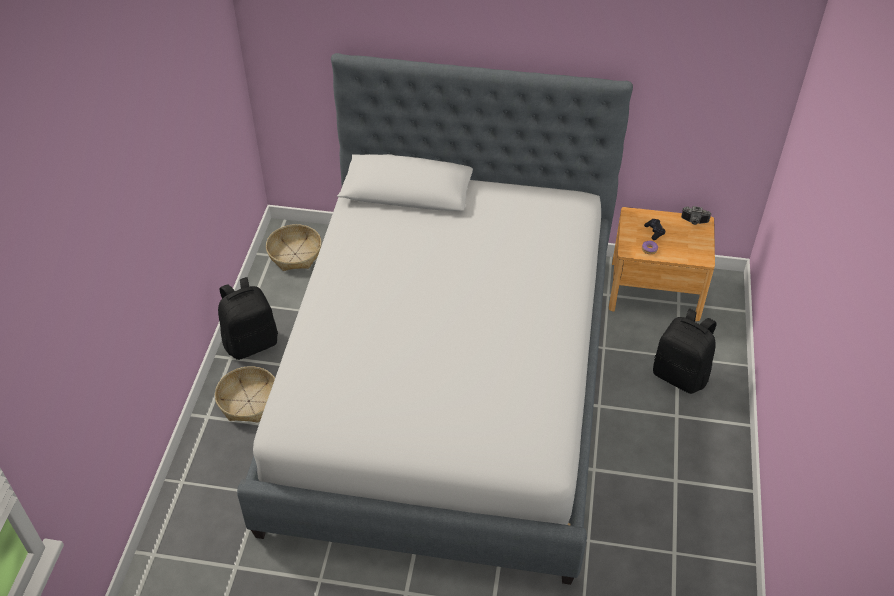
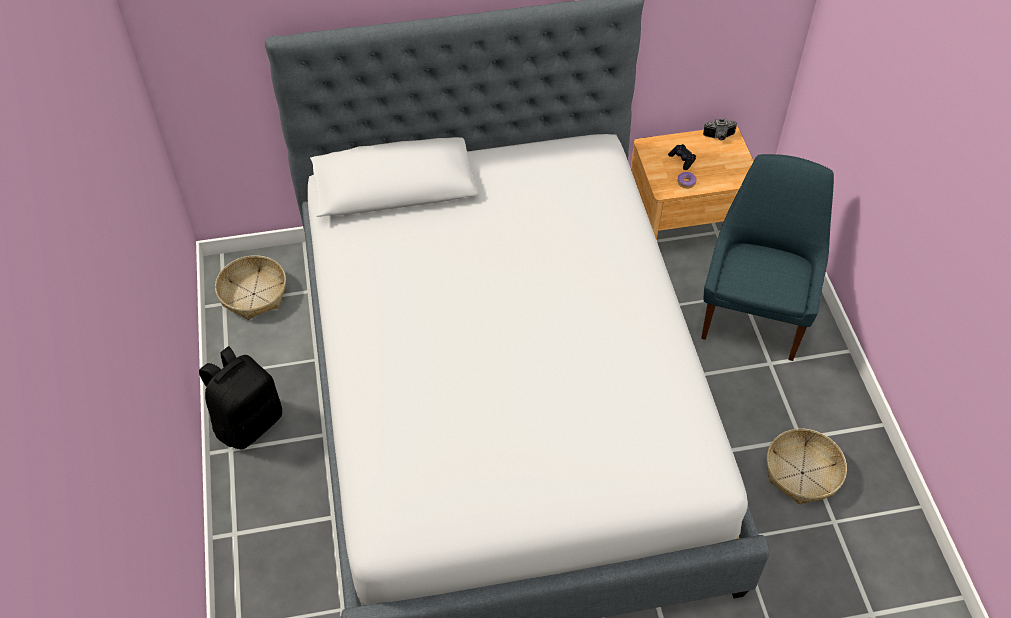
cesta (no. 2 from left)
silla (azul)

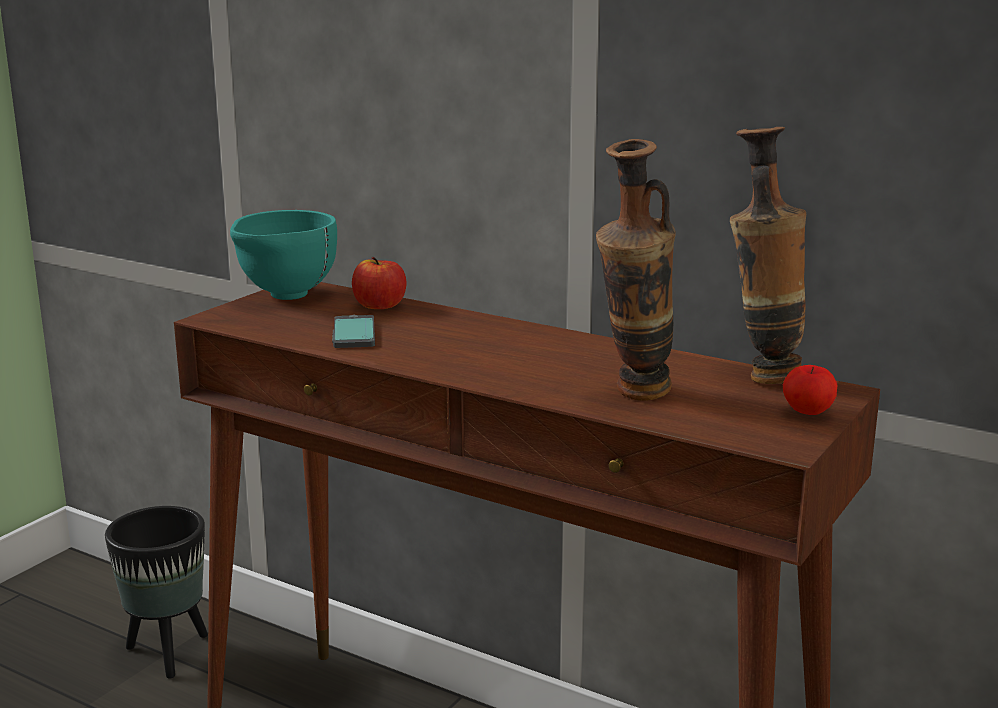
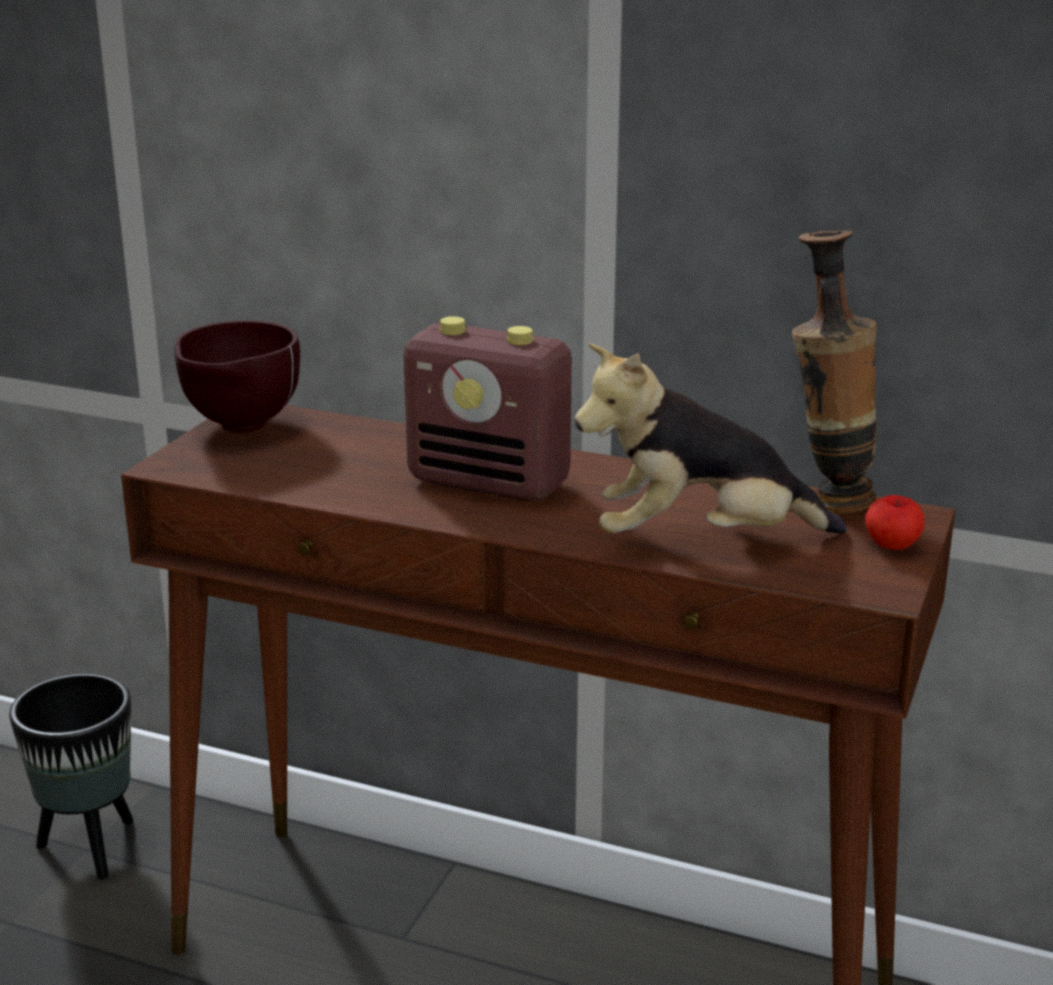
cuenco (marrón)
móvil
manzana (no. 1 from left in the first image)
peluche
radio

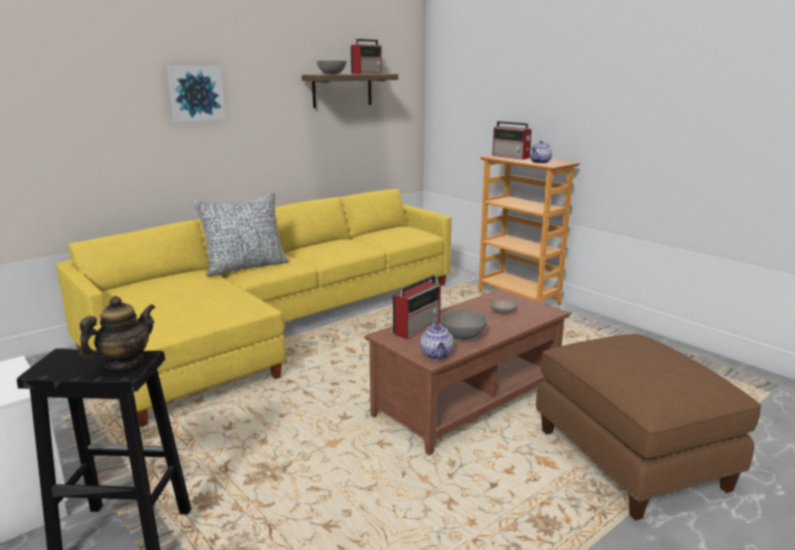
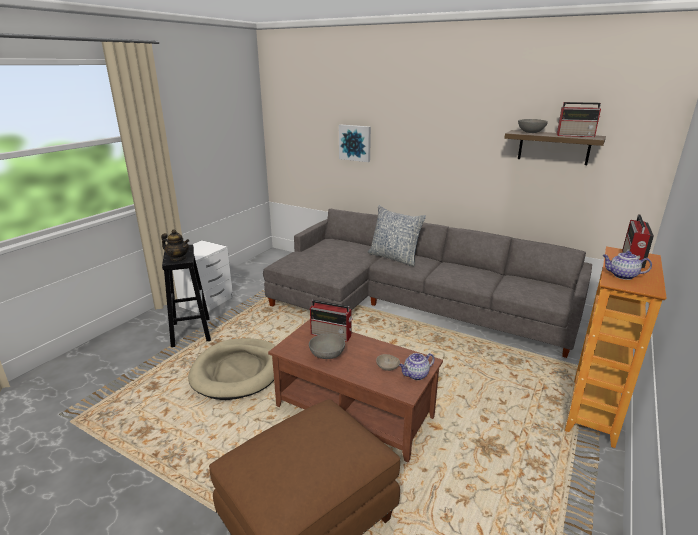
sofá (gris)
cuadro
tetera (no. 2 from left)
cama para perro (beis)

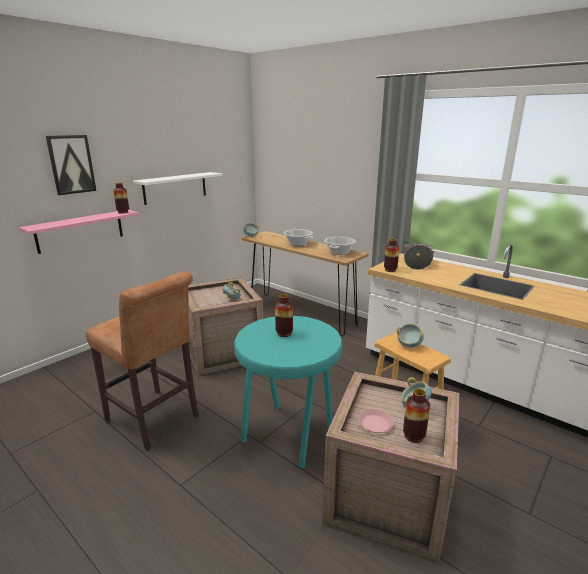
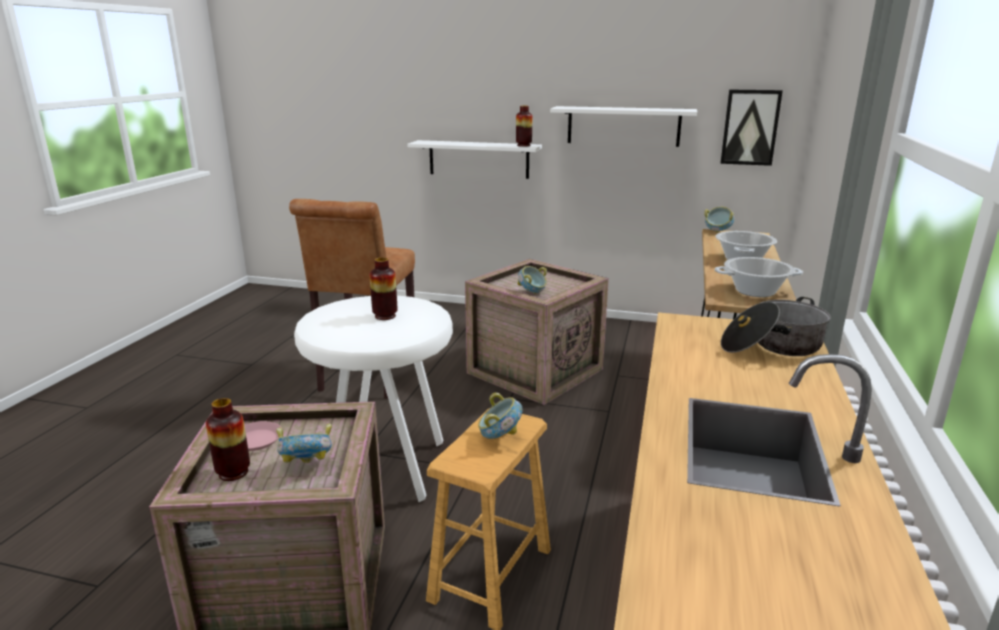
estante (blanco) (no. 1 from left)
cuadro
taburete (blanco)
florero (no. 3 from left in the first image)

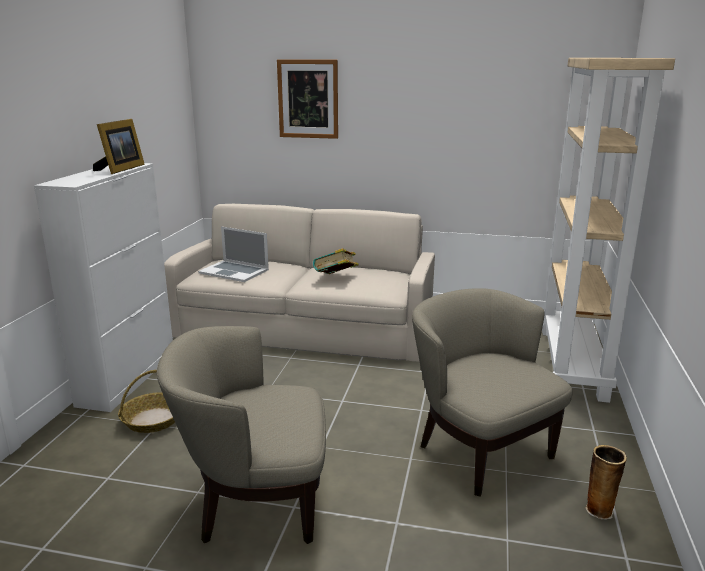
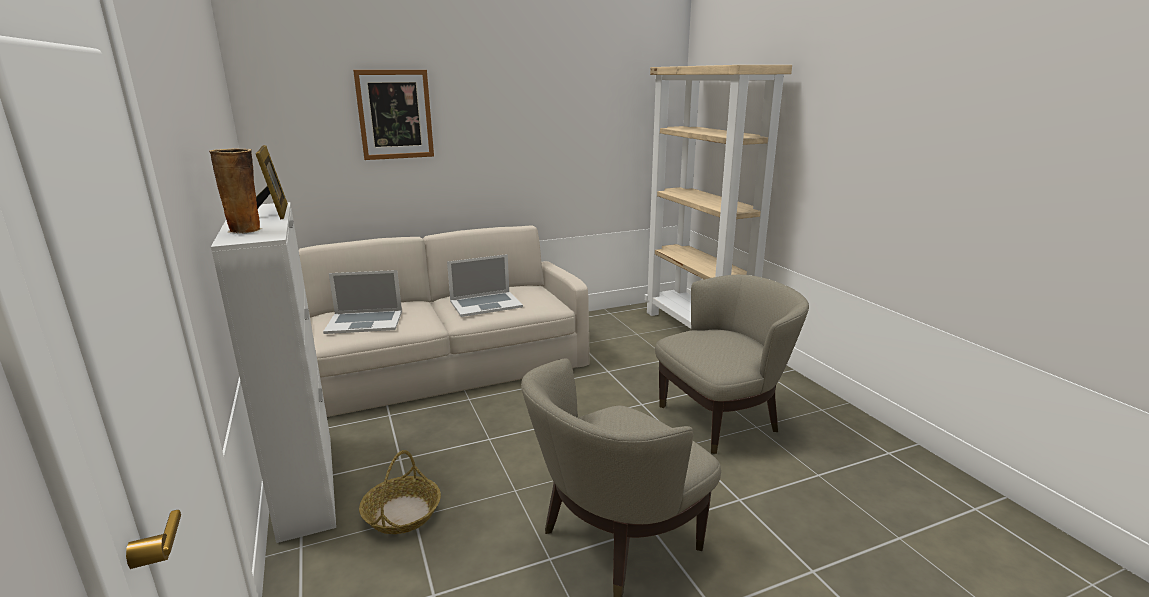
portátil (no. 2 from left)
sillón (beis) (no. 2 from left)
florero

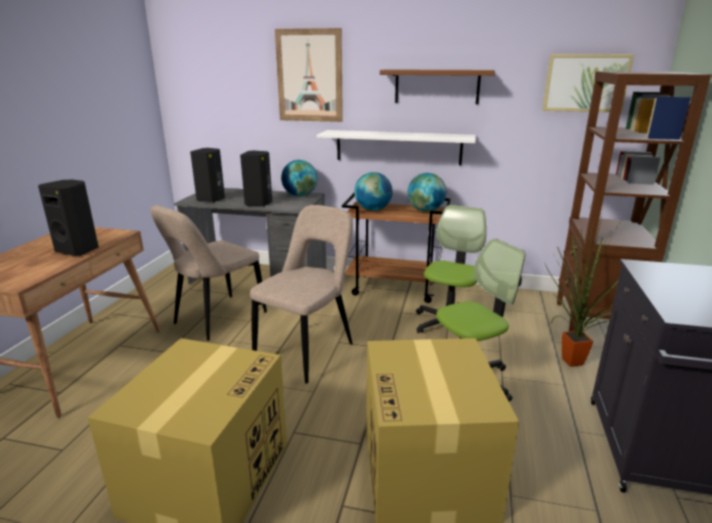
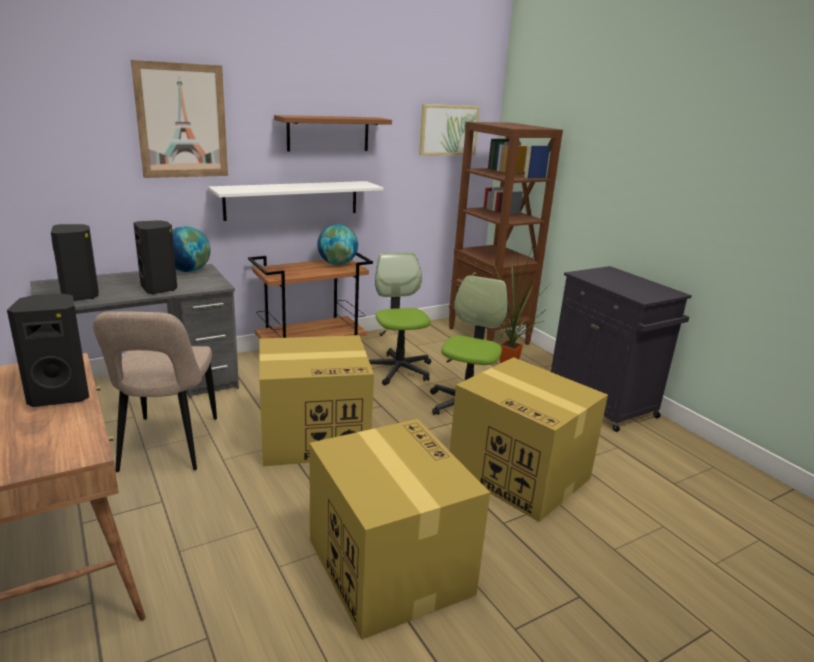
caja de cartón (no. 1 from left)
globo terráqueo (no. 2 from left in the first image)

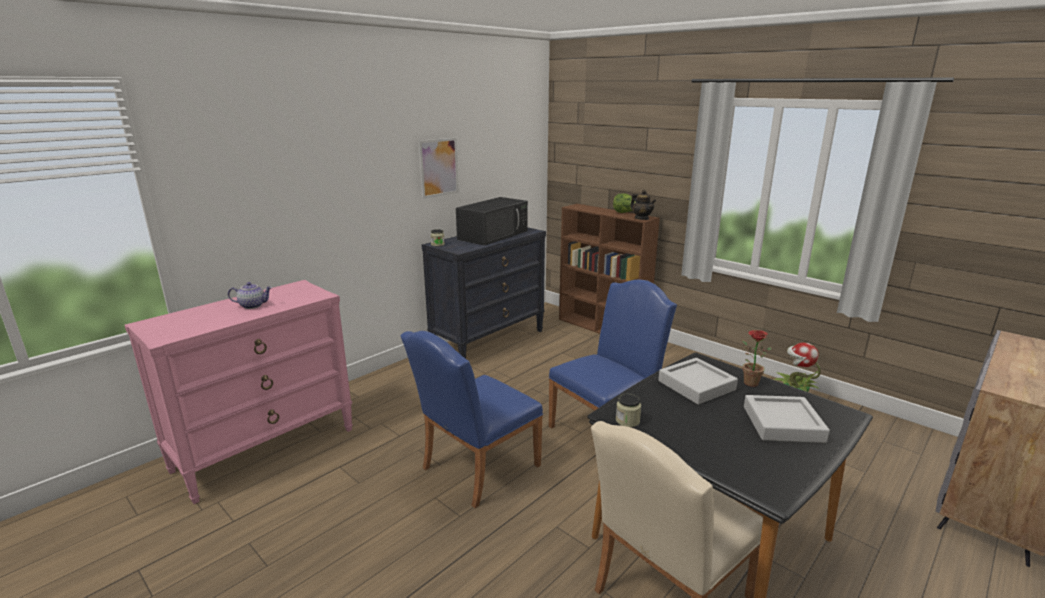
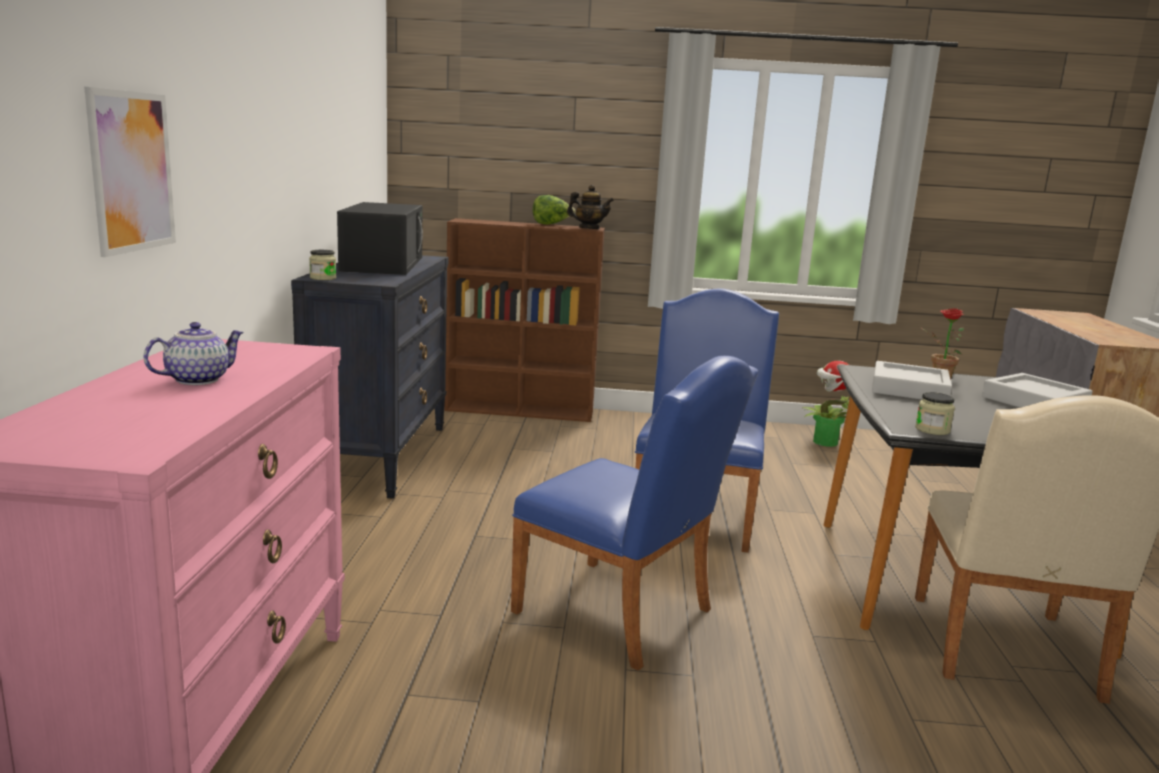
silla (azul) (no. 1 from left)
cuadro

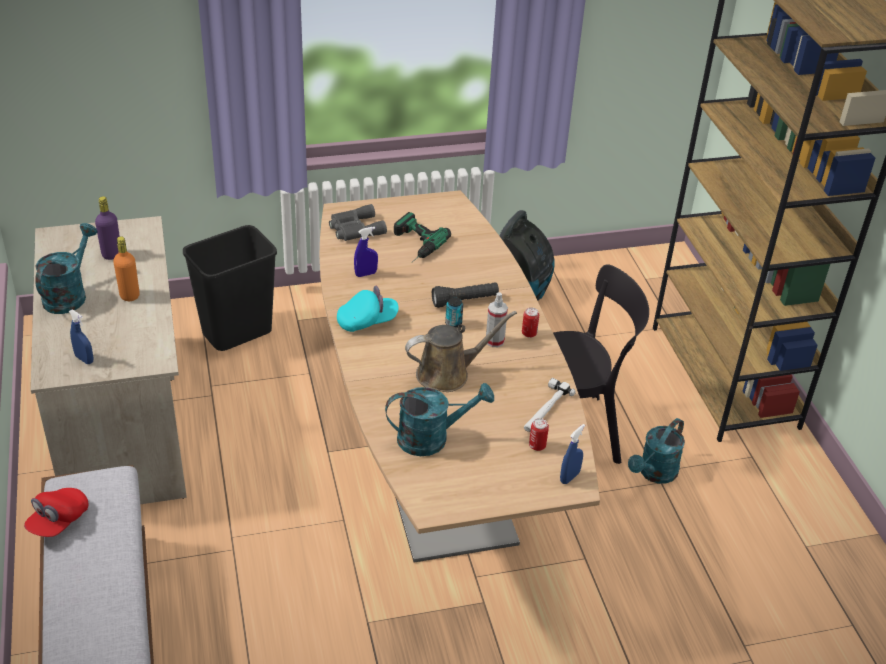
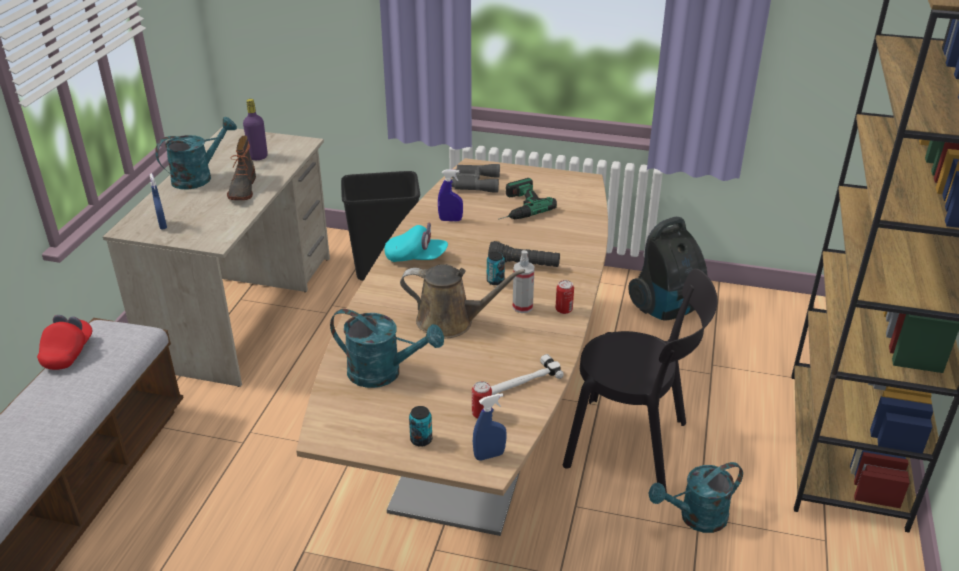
gorra (rojo)
bota
lata (no. 1 from left)

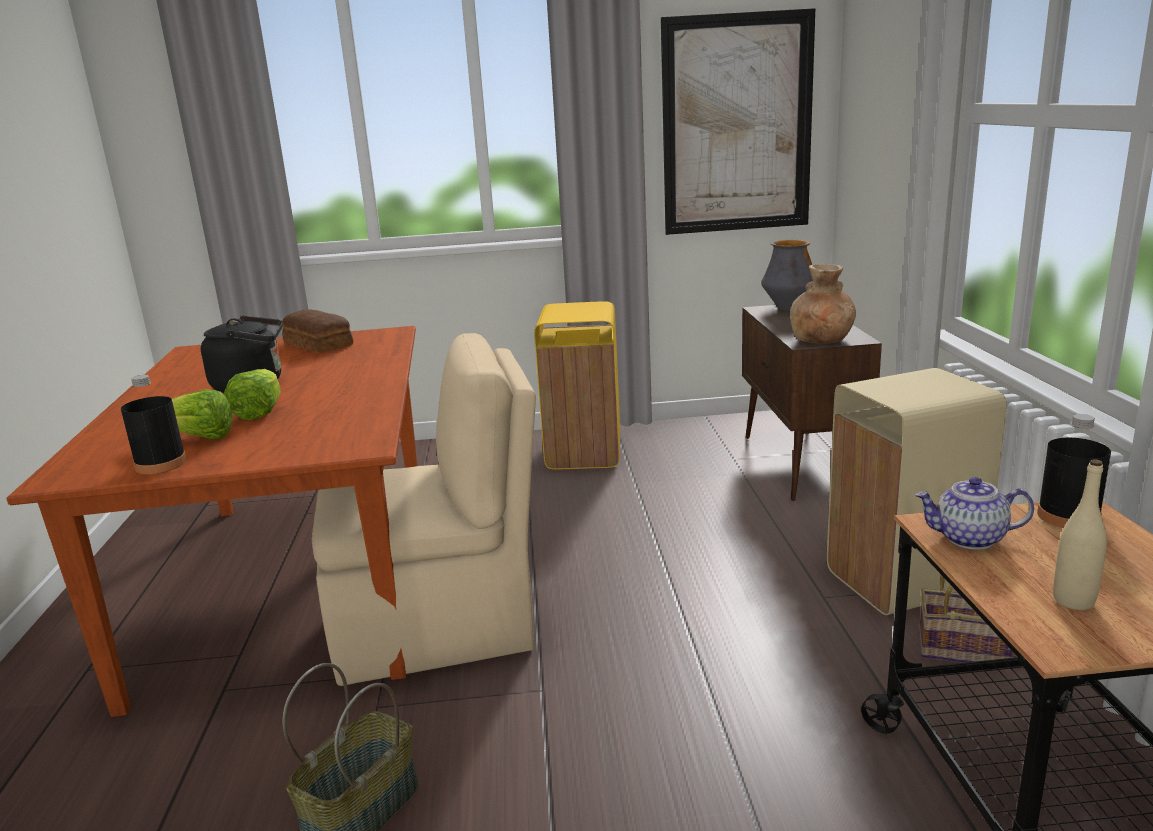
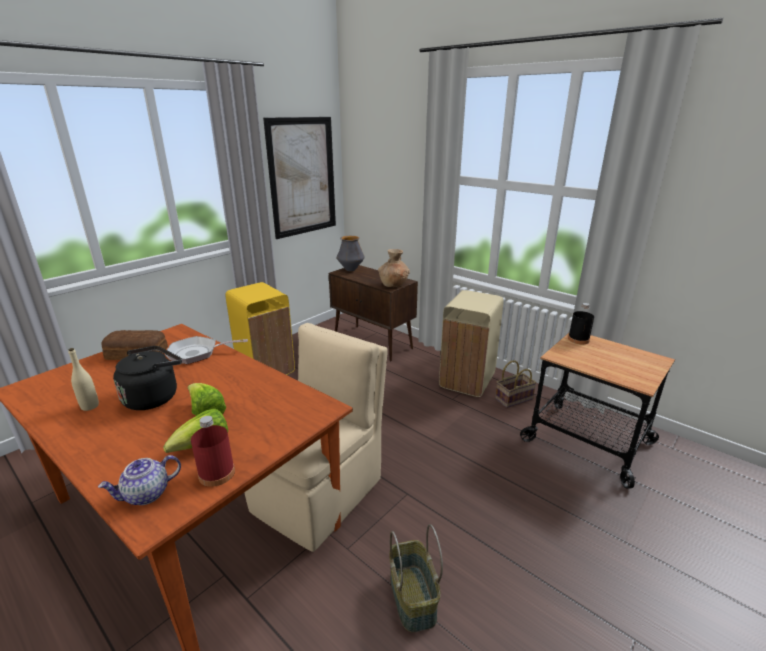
botella (rojo)
tetera
botella (beis)
sartén

